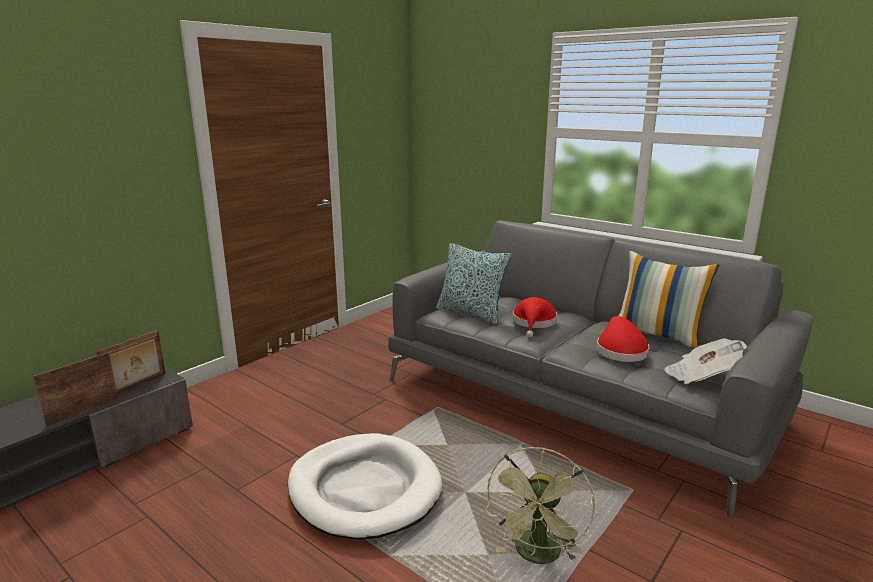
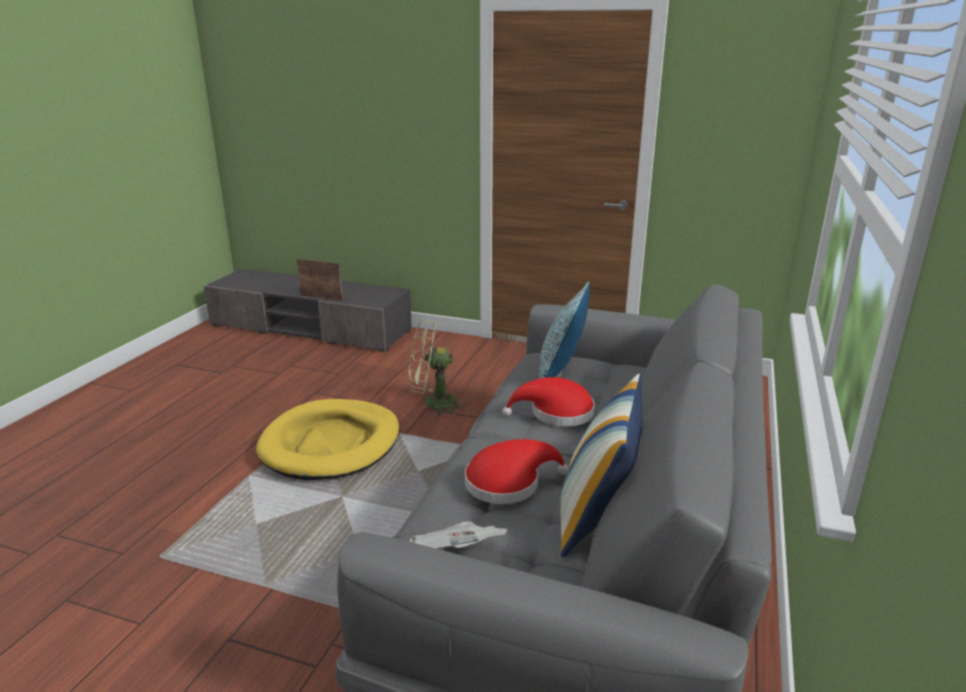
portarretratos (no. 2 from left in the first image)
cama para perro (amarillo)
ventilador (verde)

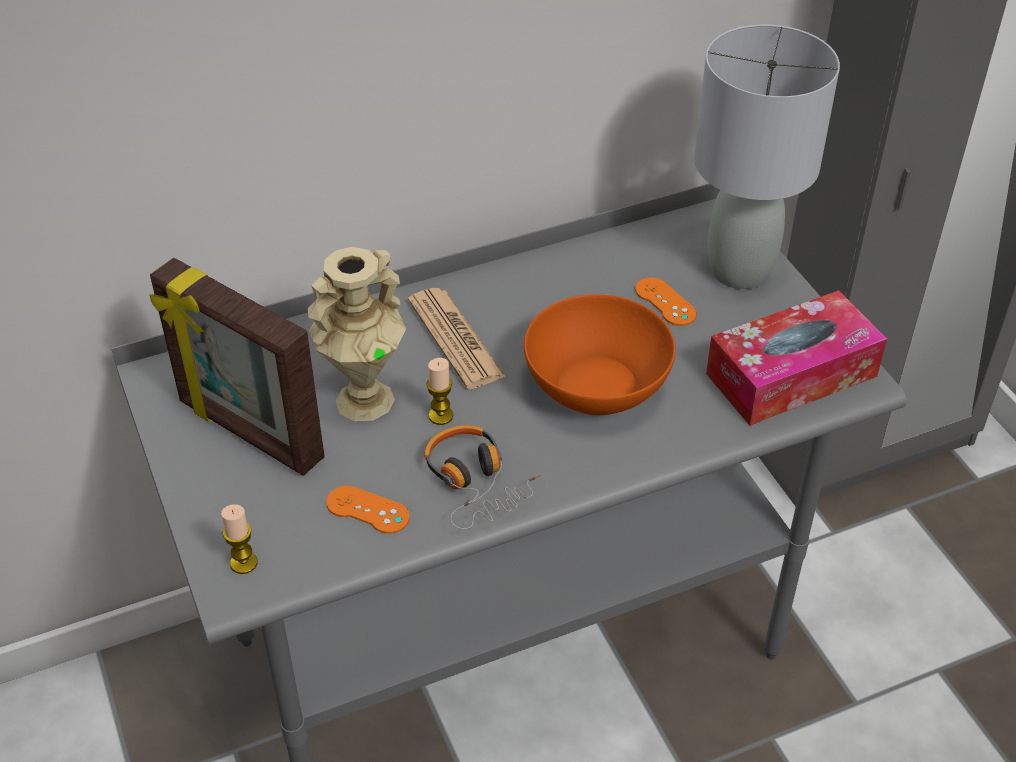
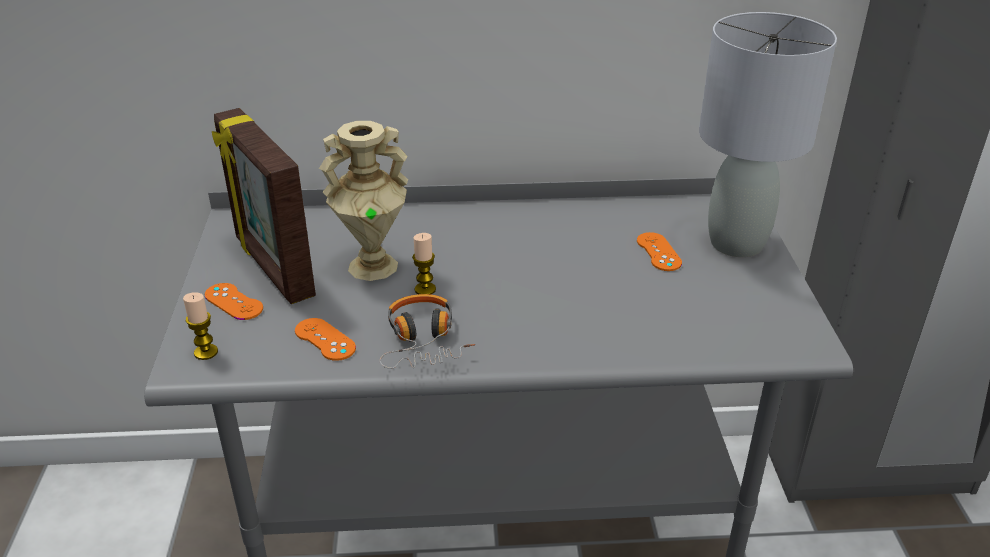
periódico
cuenco (naranja)
caja de pañuelos
mando de consola (naranja) (no. 1 from left)

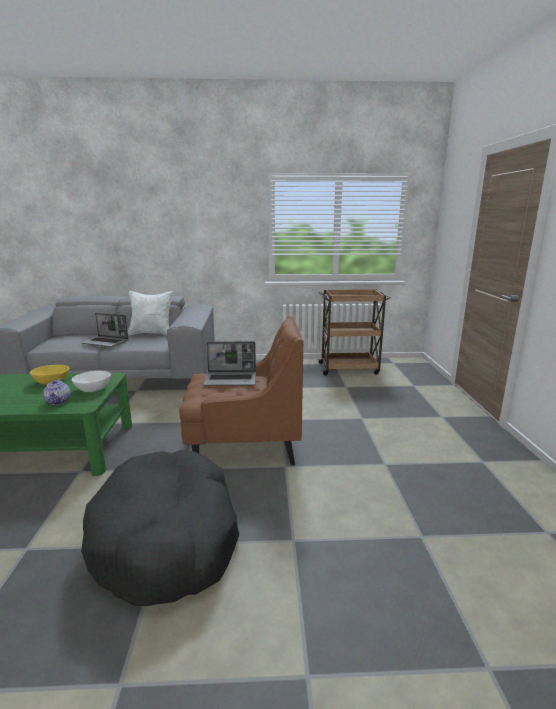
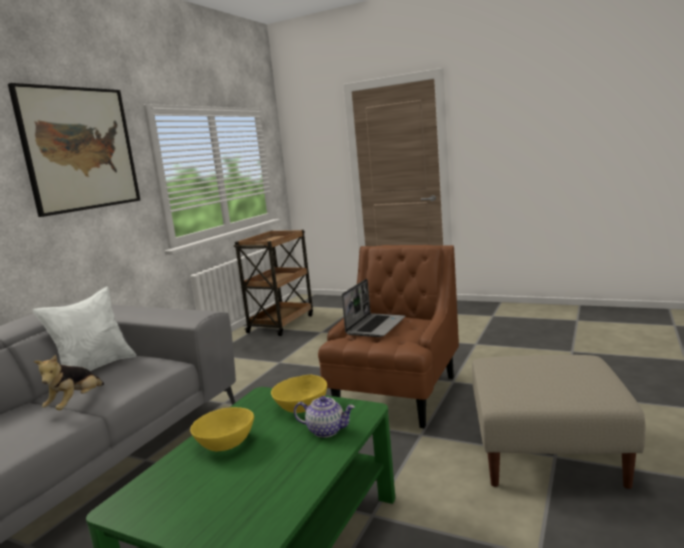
cuenco (amarillo) (no. 2 from left)
peluche
puf (beis)
cuadro

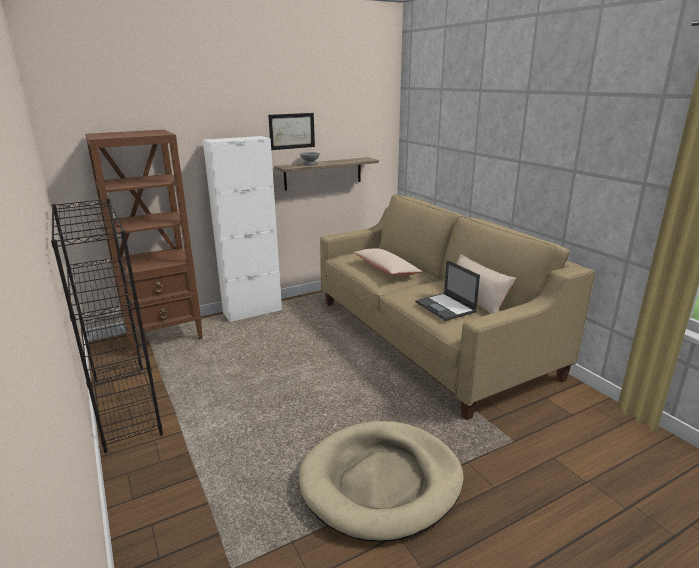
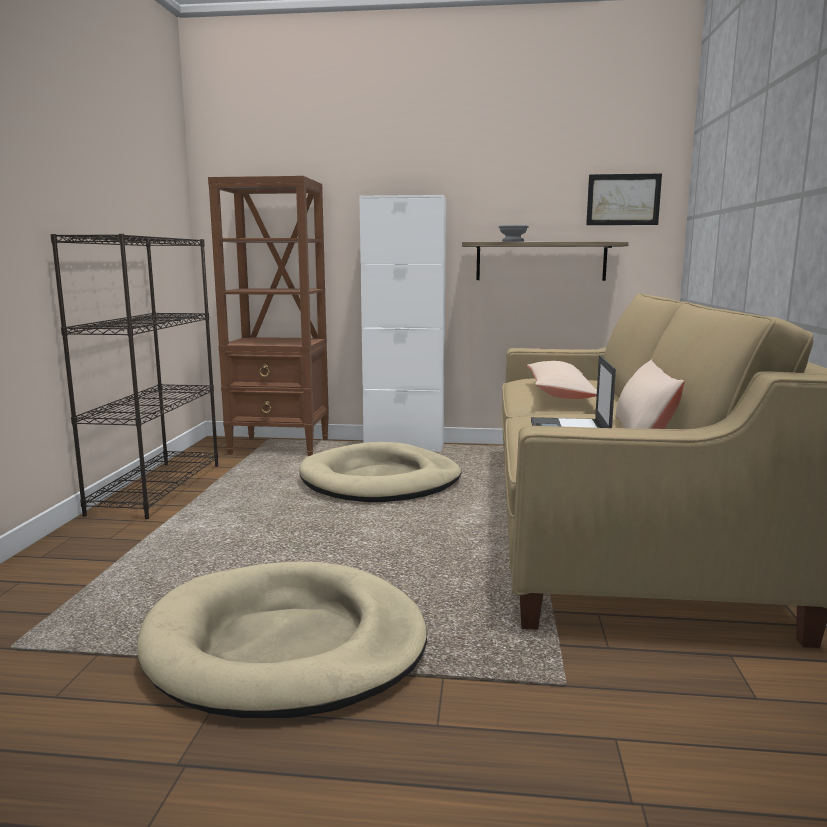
cuadro
cama para perro (beis) (no. 2 from left)

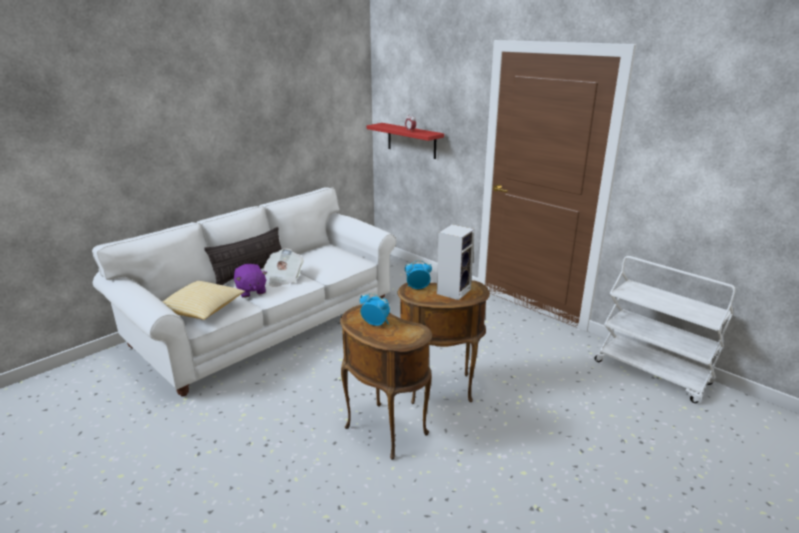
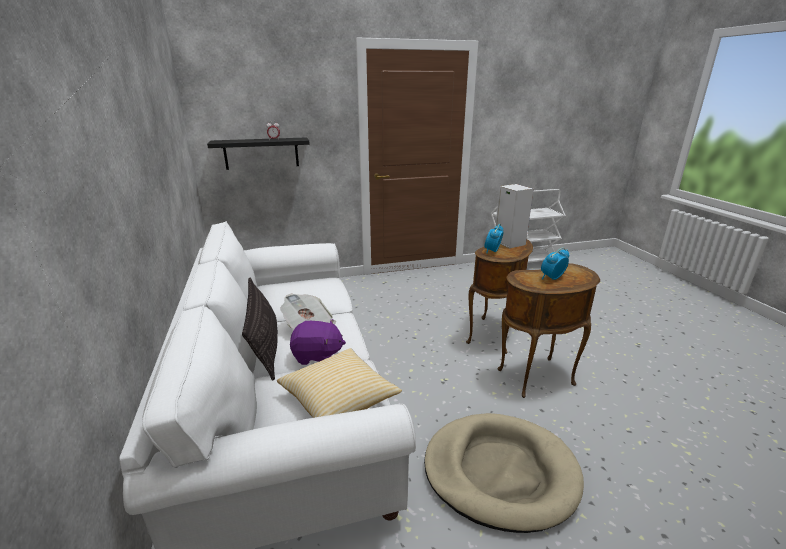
estante (negro)
cama para perro (beis)

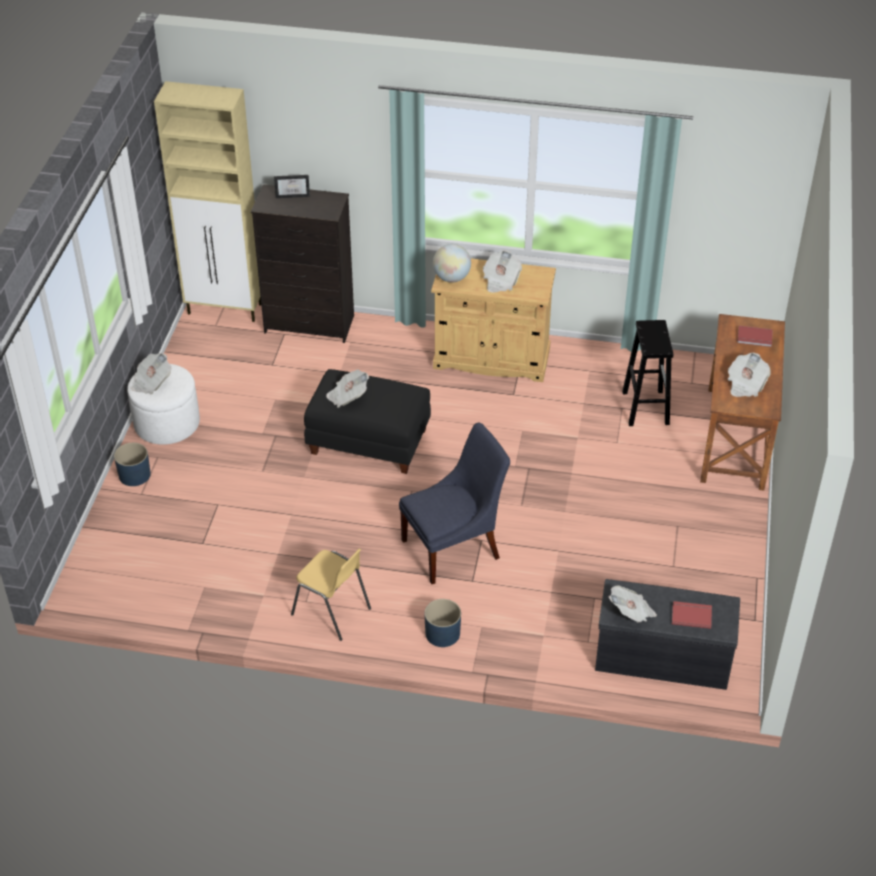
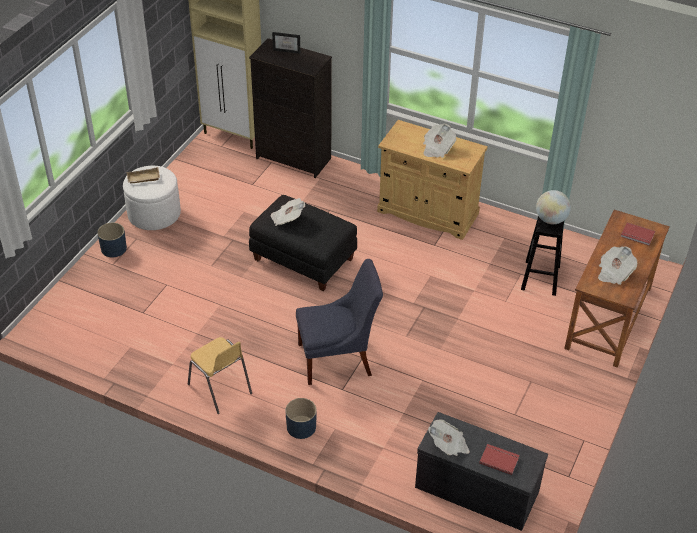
bandeja (beis)
globo terráqueo

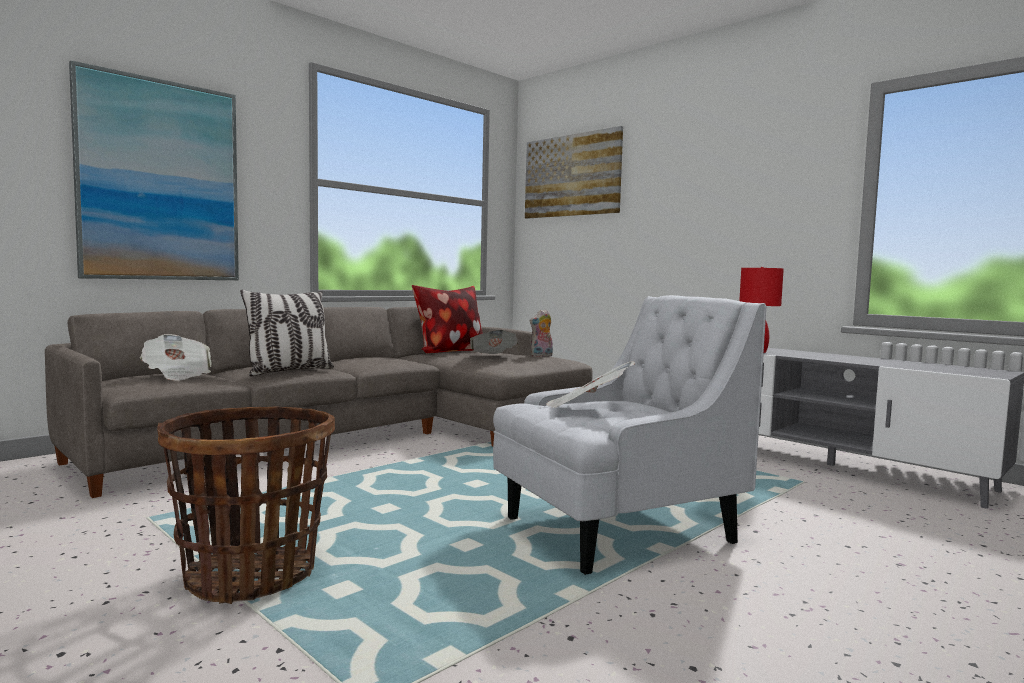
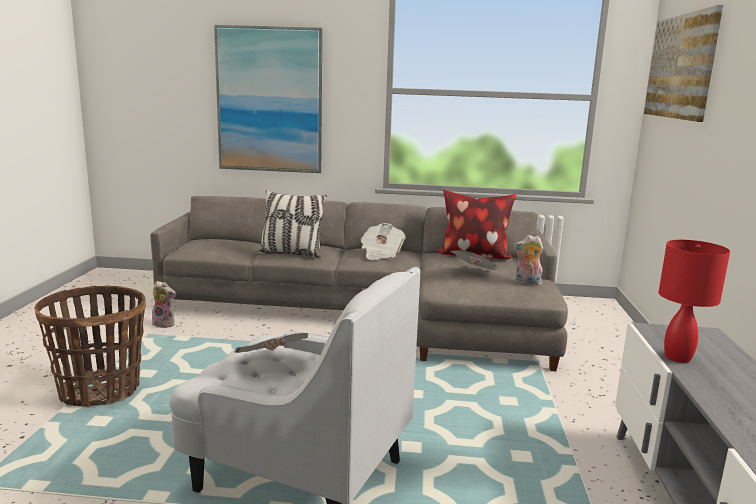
periódico (no. 2 from left)
peluche (no. 1 from left)

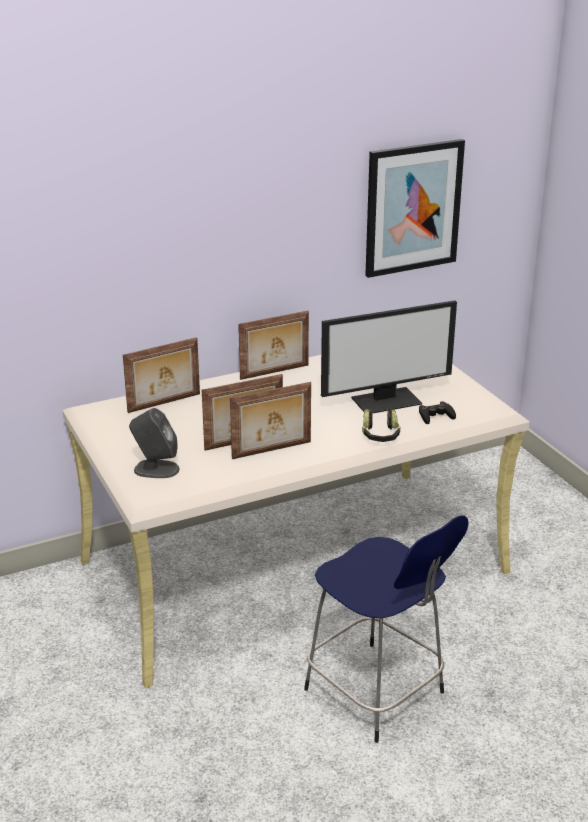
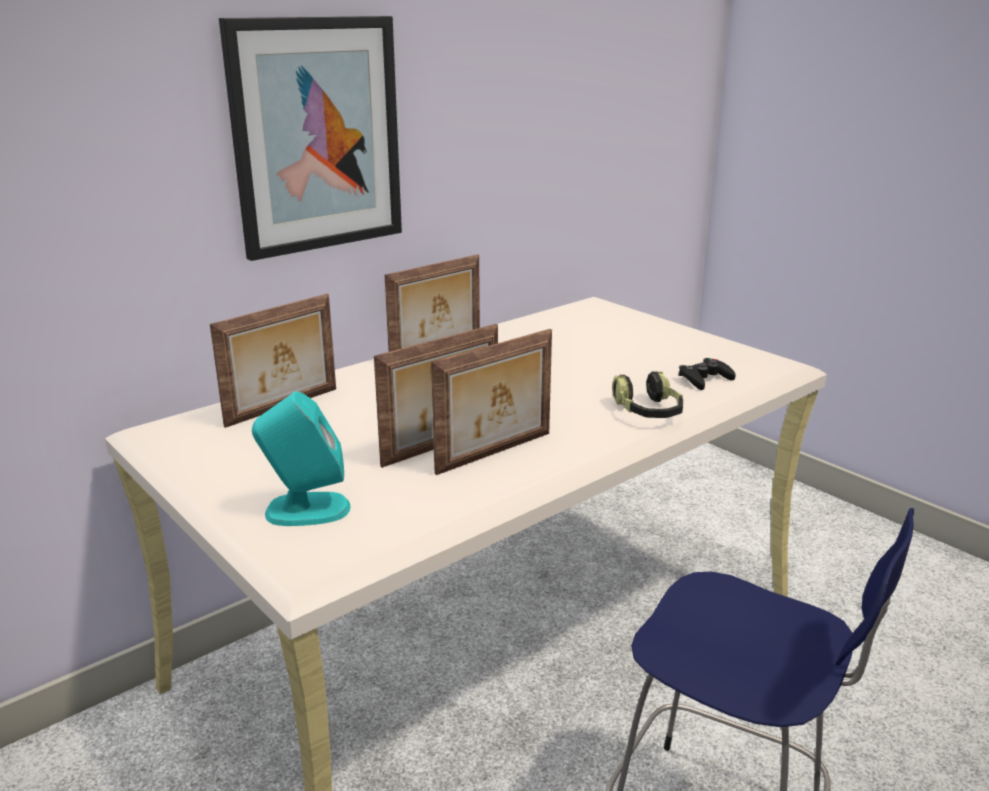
altavoz (turquesa)
monitor
cuadro

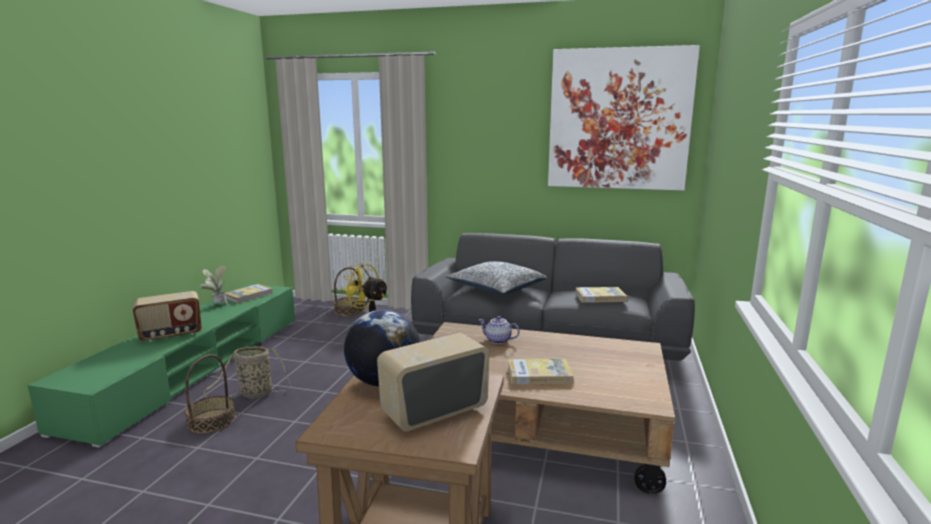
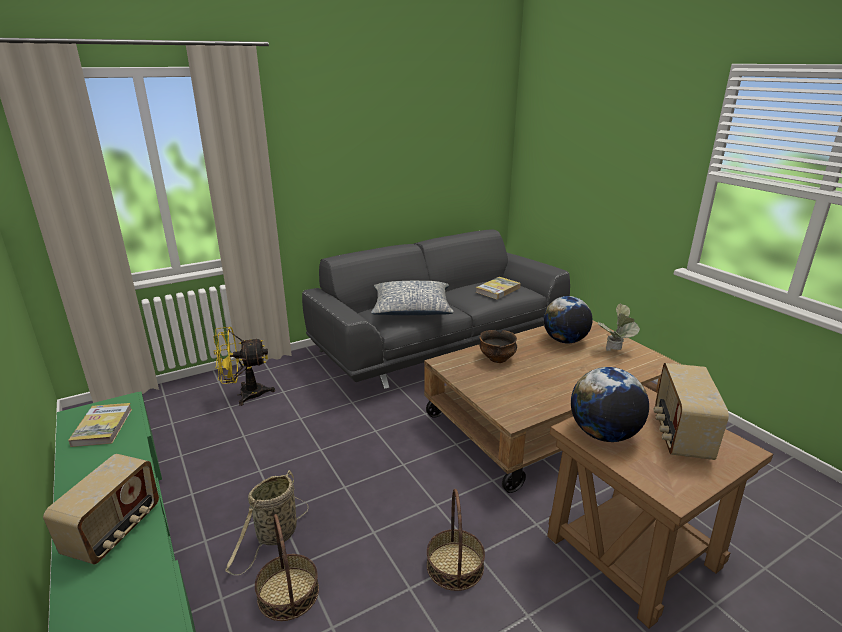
planta en maceta
cesta (no. 3 from left)
cuenco
libro (no. 2 from left in the first image)
cuadro
globo terráqueo (no. 1 from left)

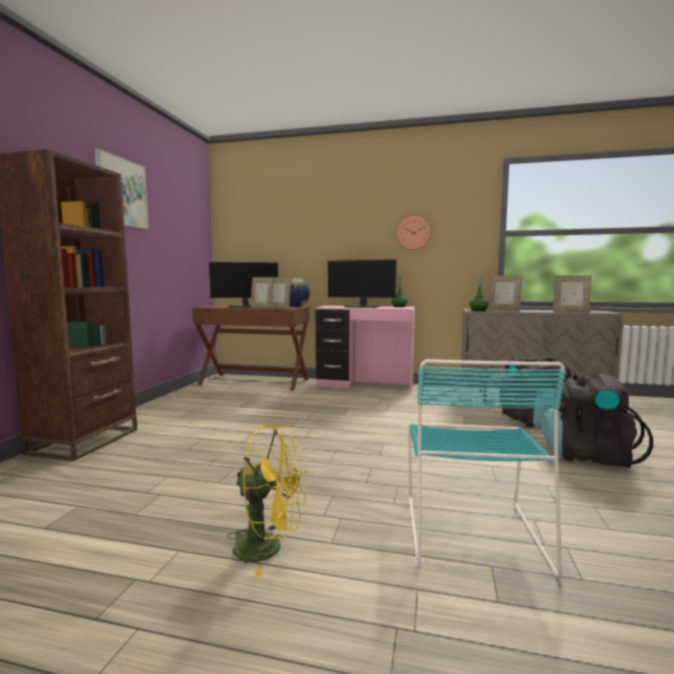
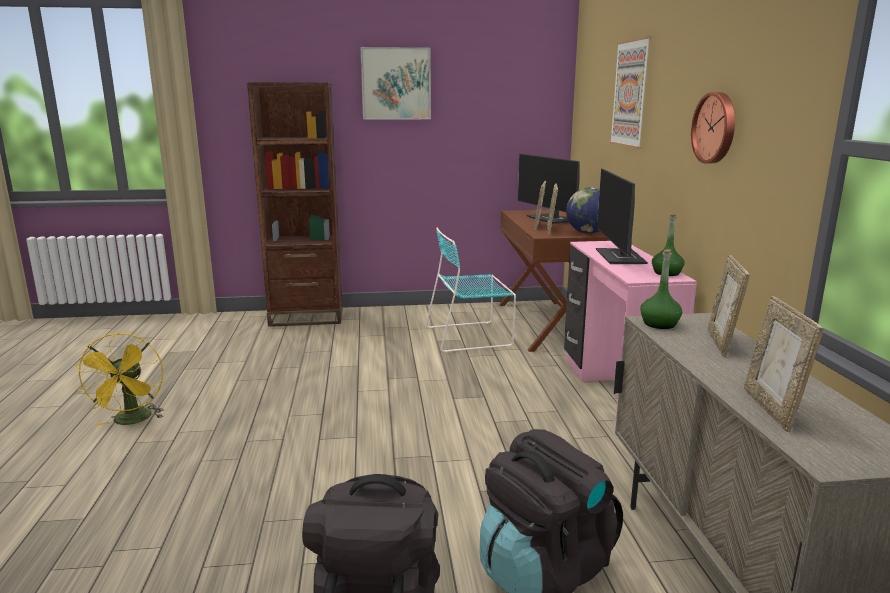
silla (turquesa)
cuadro (no. 2 from left)

